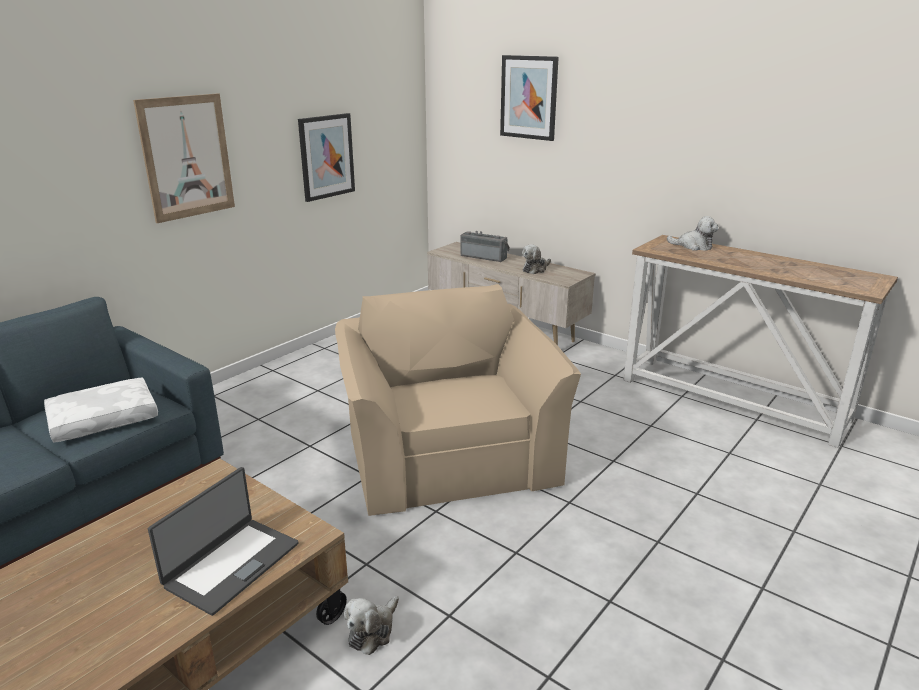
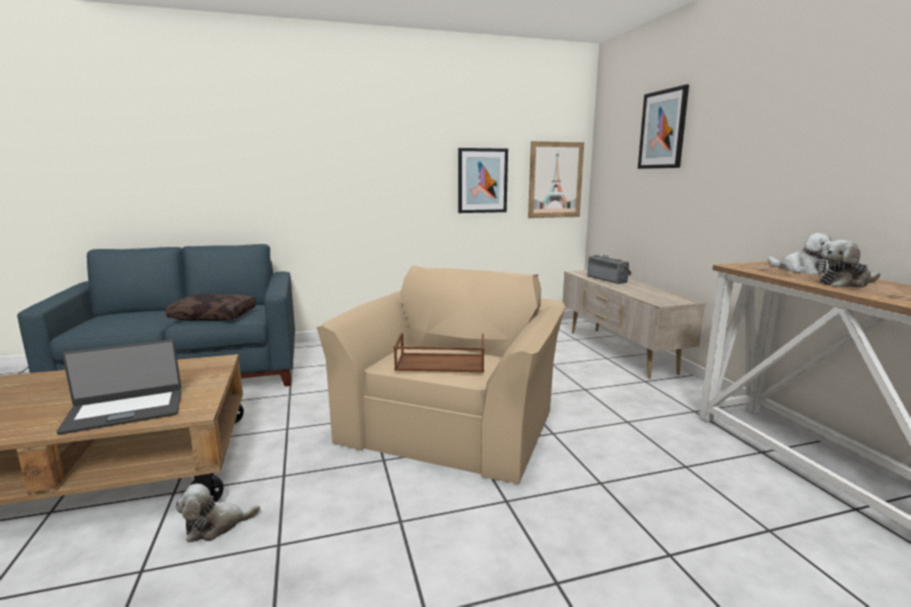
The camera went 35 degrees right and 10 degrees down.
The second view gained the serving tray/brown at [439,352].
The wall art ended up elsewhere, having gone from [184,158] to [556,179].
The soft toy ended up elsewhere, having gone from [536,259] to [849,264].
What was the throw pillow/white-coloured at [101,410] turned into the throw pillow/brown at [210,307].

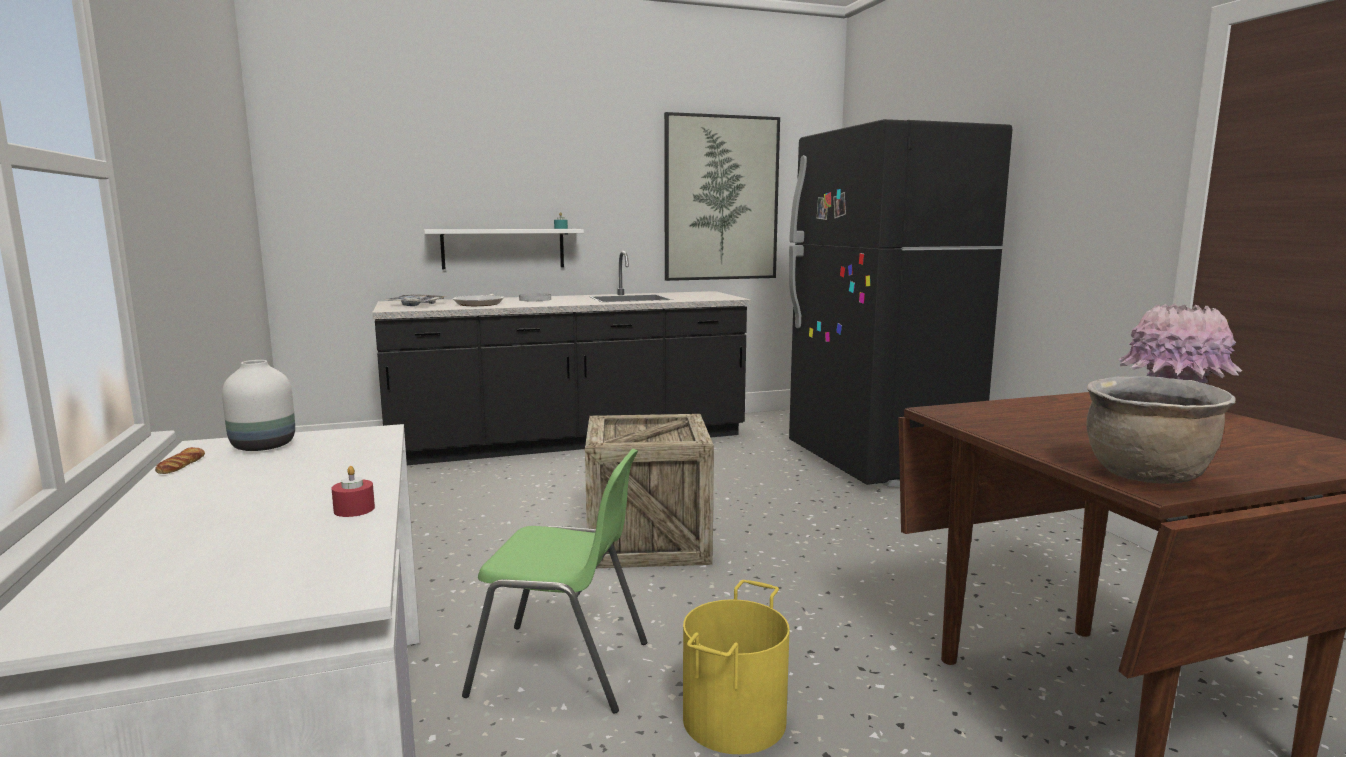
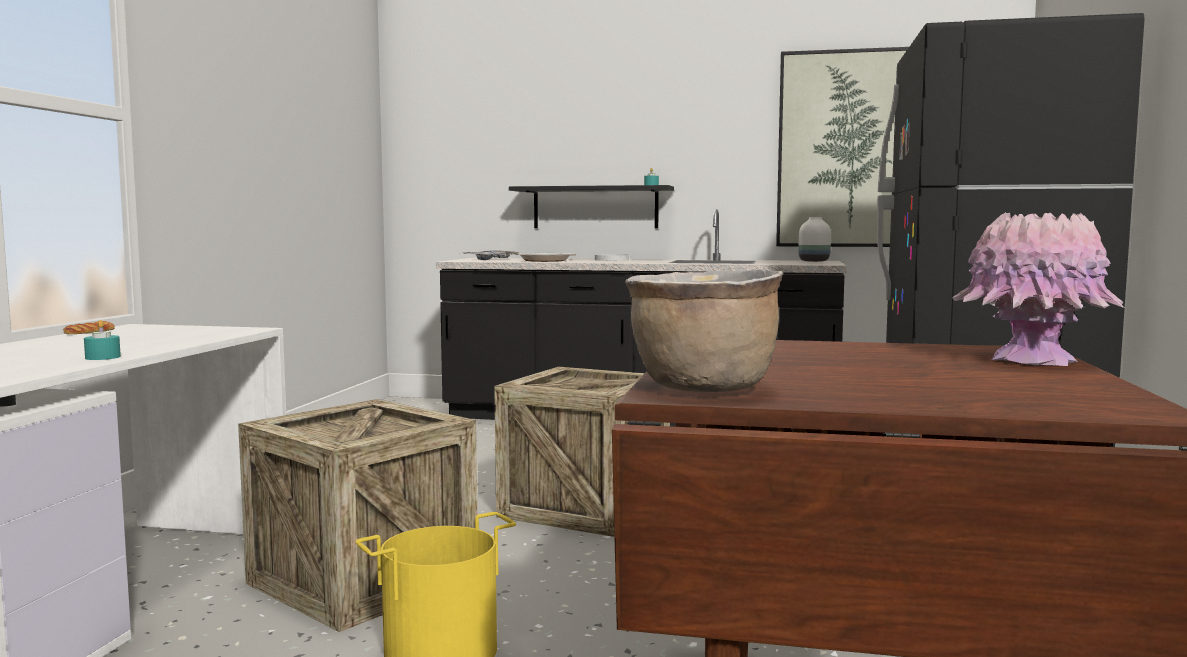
The camera went 30 degrees right and 5 degrees down.
The vase/white-coloured ended up elsewhere, having gone from [258,405] to [814,239].
Where the chair/green-coloured stood at [554,581], the shipping crate came to stand at [357,515].
What was the candle/red-coloured at [353,491] turned into the candle/blue-green at [102,340].
What was the bracket shelf/white-coloured at [504,249] turned into the bracket shelf/black-coloured at [591,206].

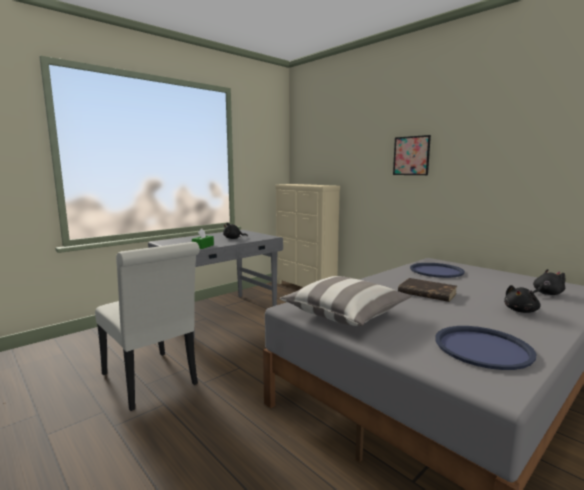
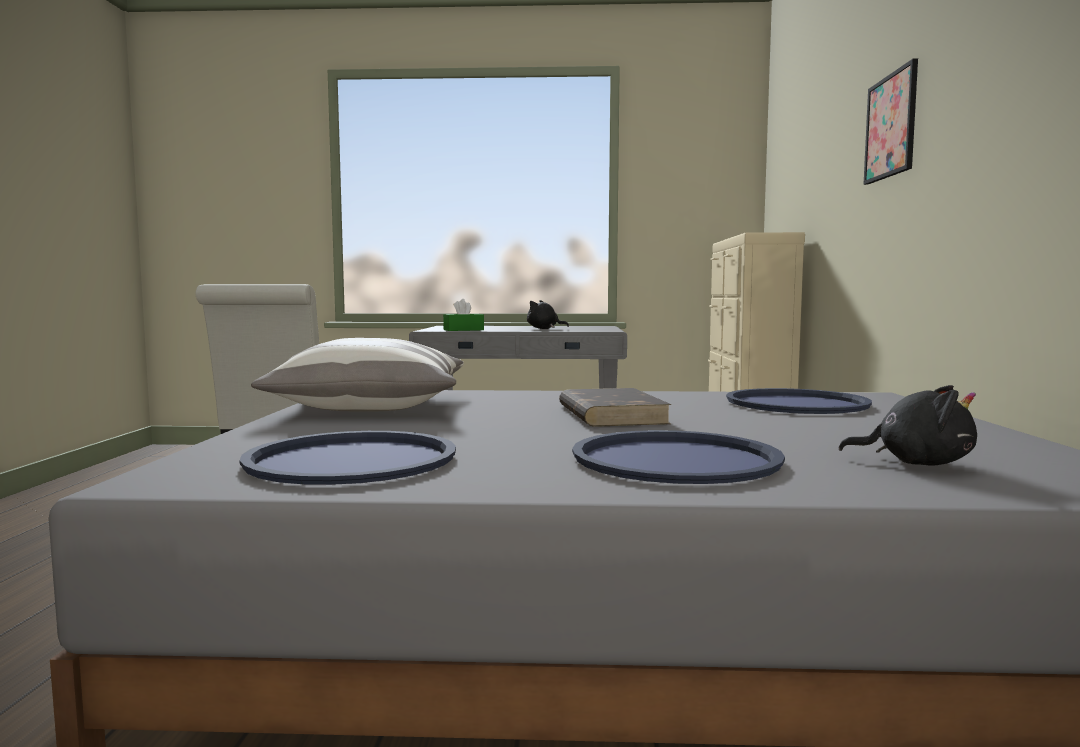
The camera went 45 degrees right and 5 degrees down.
Where the soft toy/black-coloured stood at [522,299], the serving tray/bluish came to stand at [678,457].

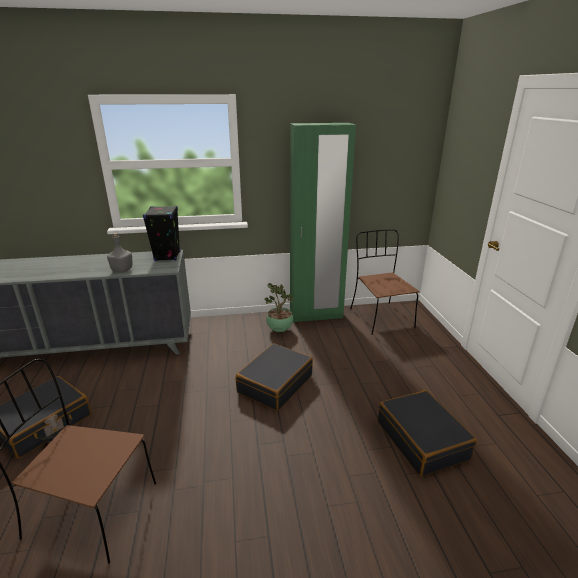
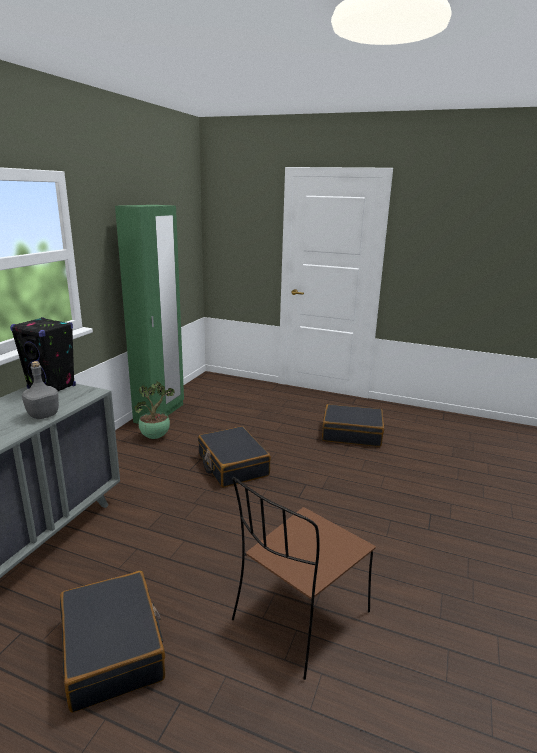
The camera went 60 degrees left and 5 degrees down.
The second view lost the chair/brown at [385,282].

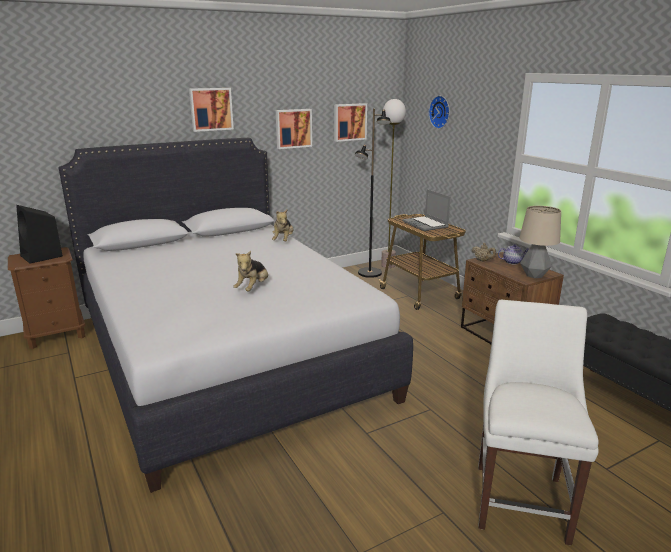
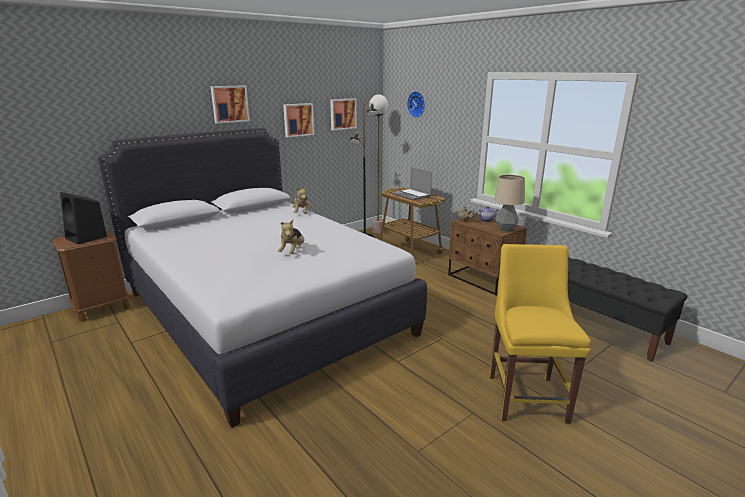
The camera went 10 degrees left and 0 degrees up.
What was the chair/white-coloured at [538,423] turned into the chair/yellow at [540,334].

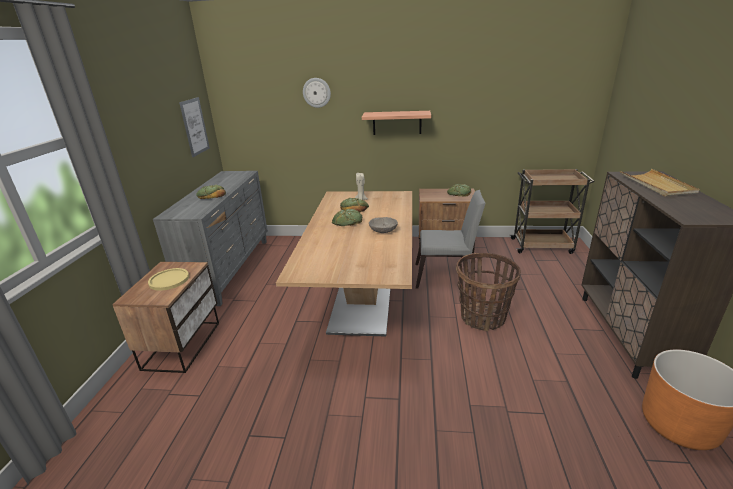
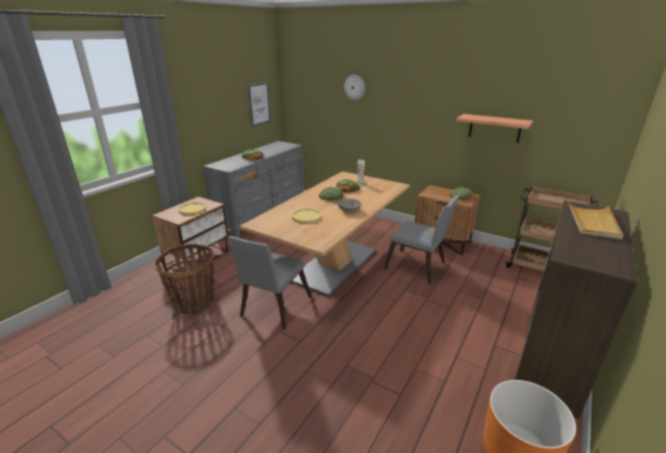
The camera went 25 degrees right and 0 degrees up.
The second view gained the chair/gray at [270,283].
The second view gained the plate/yellow at [307,216].
The bracket shelf ended up elsewhere, having gone from [396,123] to [494,128].
The storage basket ended up elsewhere, having gone from [488,292] to [185,279].

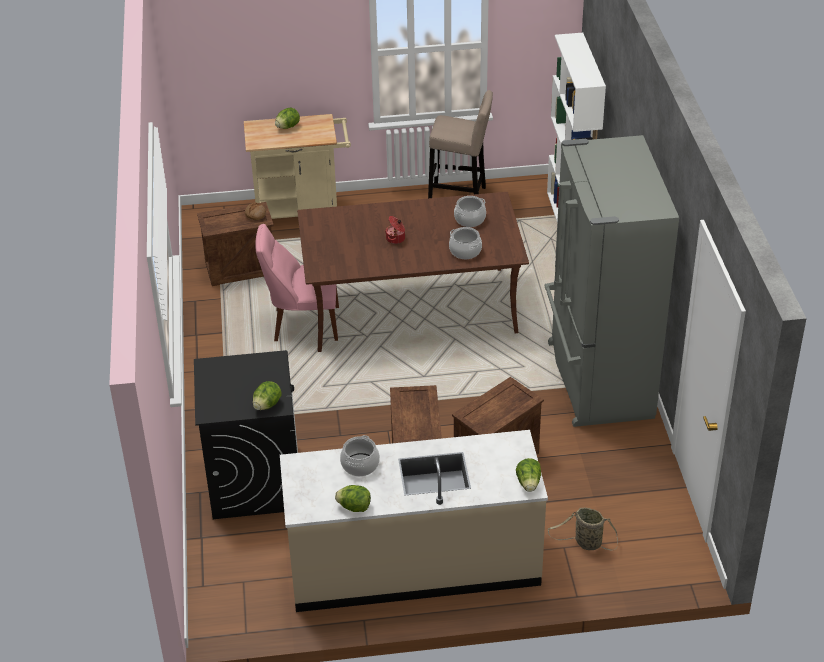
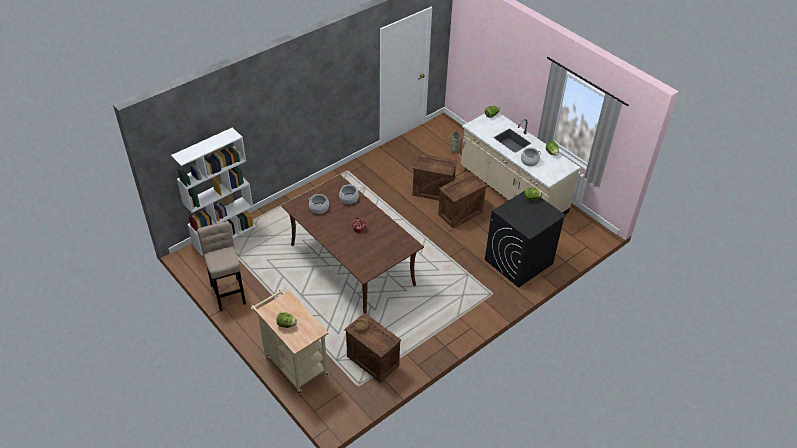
The camera went 125 degrees left and 5 degrees up.
The second view lost the chair/pink at [297,282].
The second view lost the fridge/gray at [611,281].

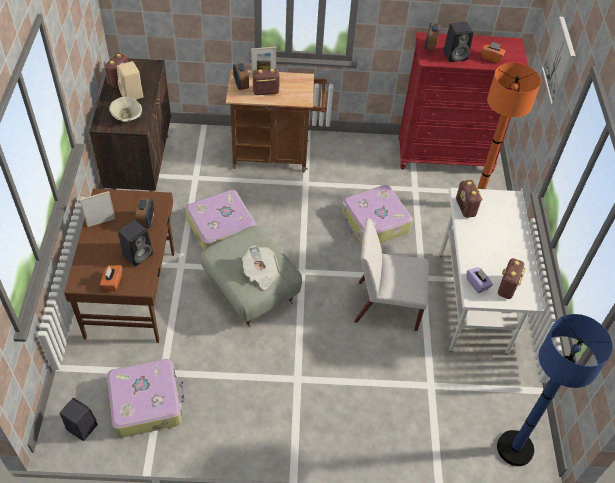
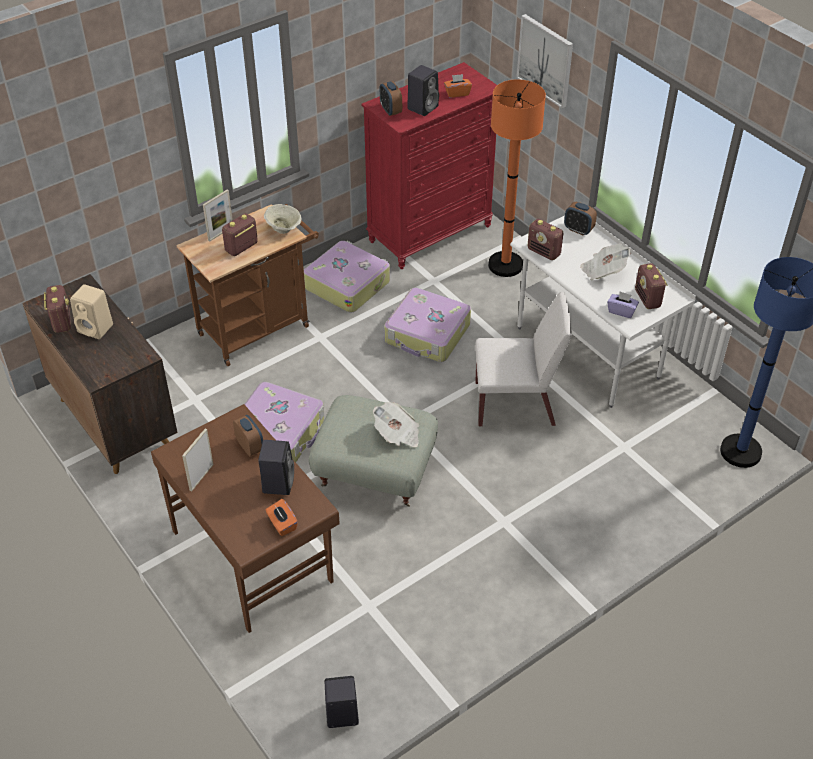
The camera went 35 degrees left and 5 degrees down.
The second view gained the printed paper at [605,262].
The piece of luggage ended up elsewhere, having gone from [146,398] to [347,277].
The bowl/sand-coloured ended up elsewhere, having gone from [125,109] to [283,219].
The bedside clock ended up elsewhere, having gone from [241,76] to [580,218].
The chair/white-coloured at [391,274] ended up facing another way, 150 degrees counterclockwise from before.

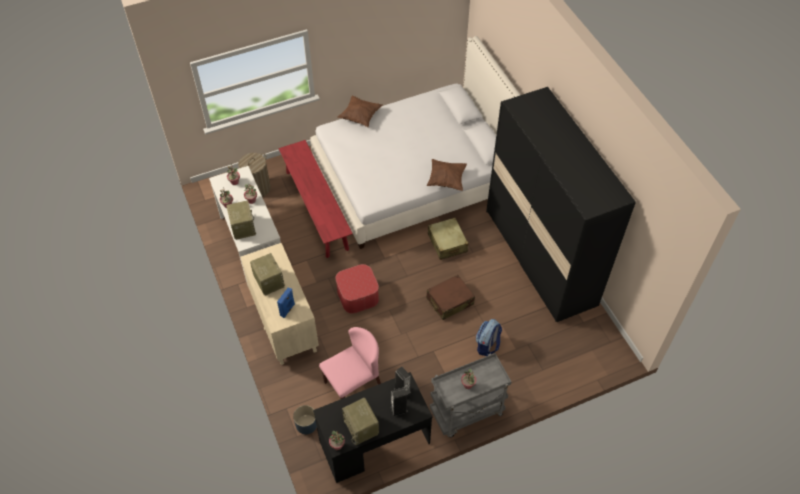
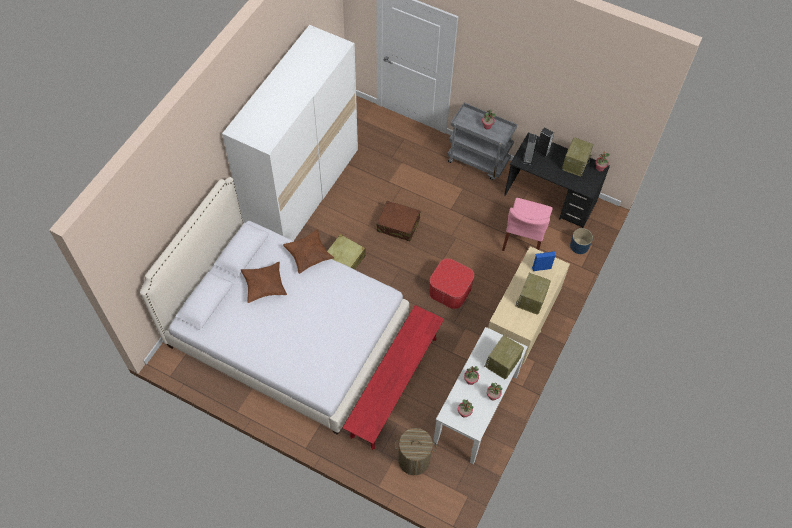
The camera went 130 degrees left and 5 degrees up.
The second view lost the rucksack at [489,337].
The throw pillow/brown ended up elsewhere, having gone from [360,111] to [264,282].
What was the wardrobe/black-coloured at [561,204] turned into the wardrobe/white-coloured at [290,133].
The chair/pink at [350,363] ended up facing another way, 90 degrees counterclockwise from before.

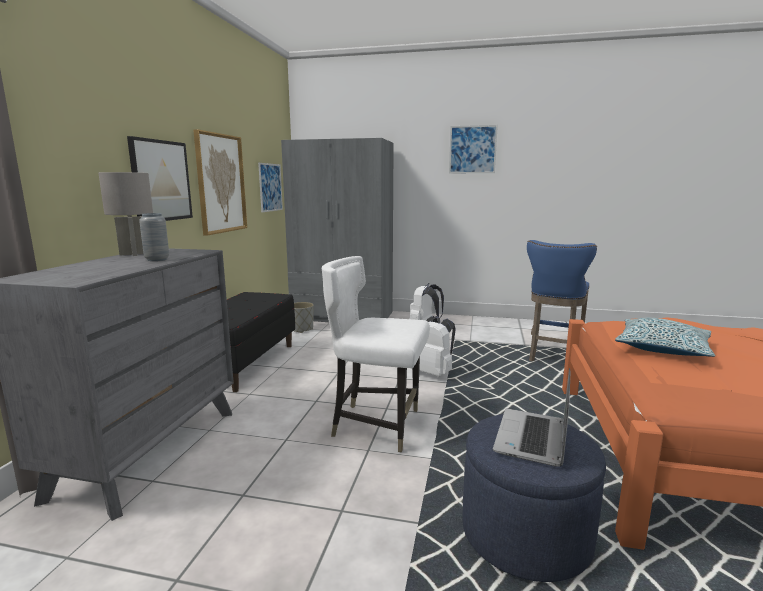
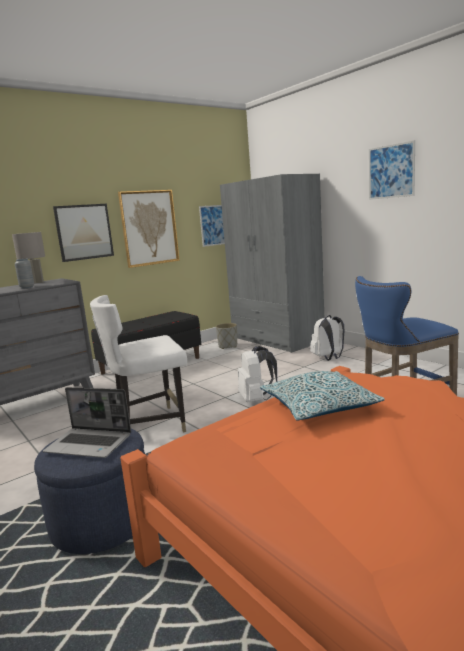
The camera went 40 degrees right and 0 degrees up.
The chair/white-coloured at [376,354] ended up facing another way, 75 degrees counterclockwise from before.
The notebook computer at [531,417] ended up facing another way, 135 degrees counterclockwise from before.

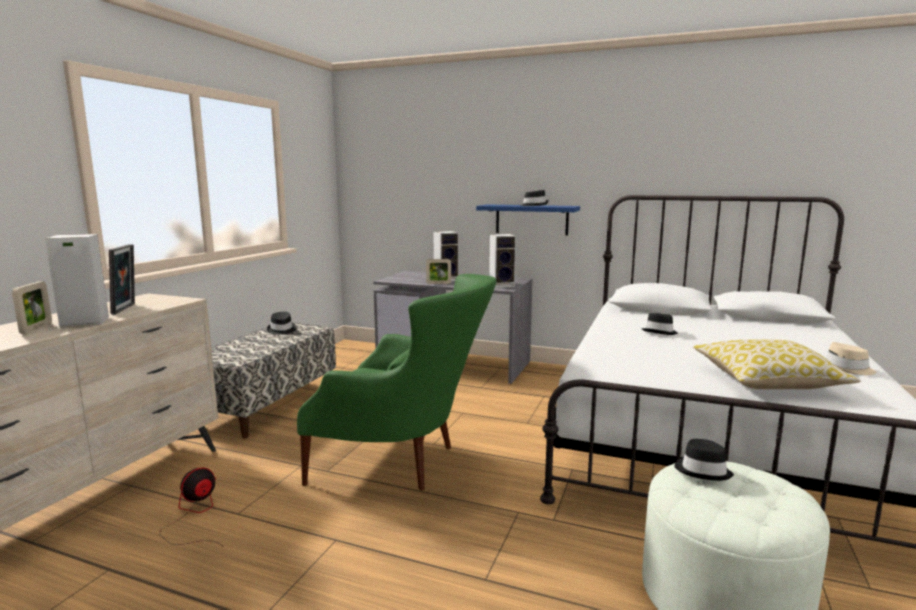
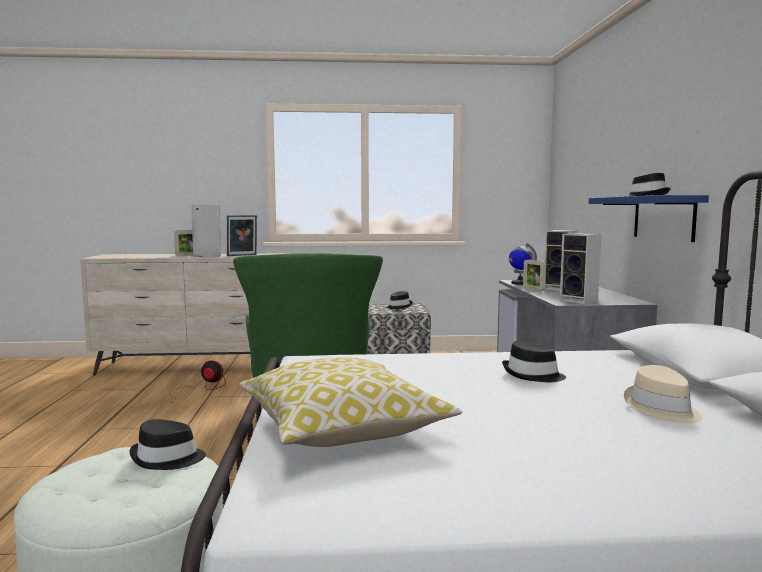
The camera went 65 degrees right and 5 degrees down.
The second view gained the desk globe at [523,264].
The clothing hat/sand-coloured ended up elsewhere, having gone from [851,358] to [663,394].

